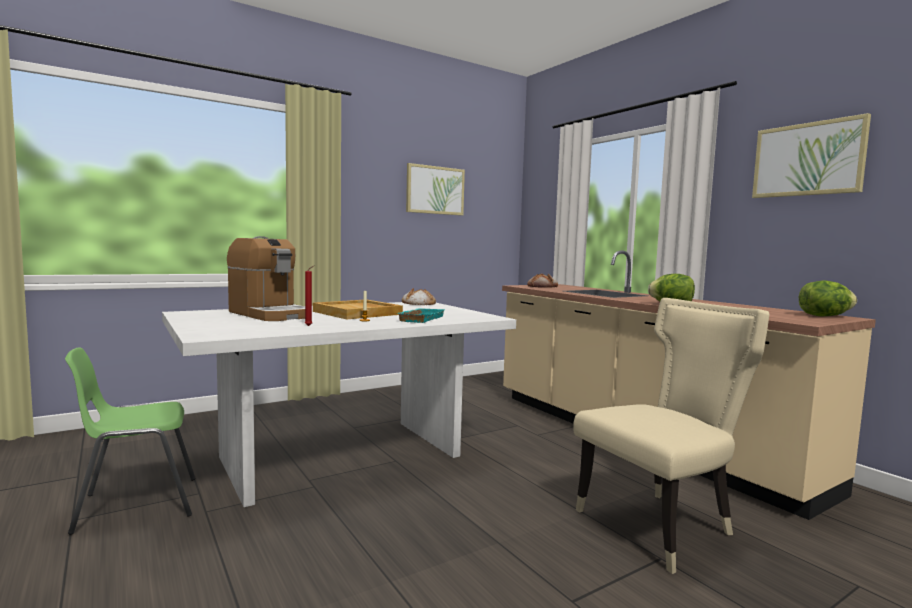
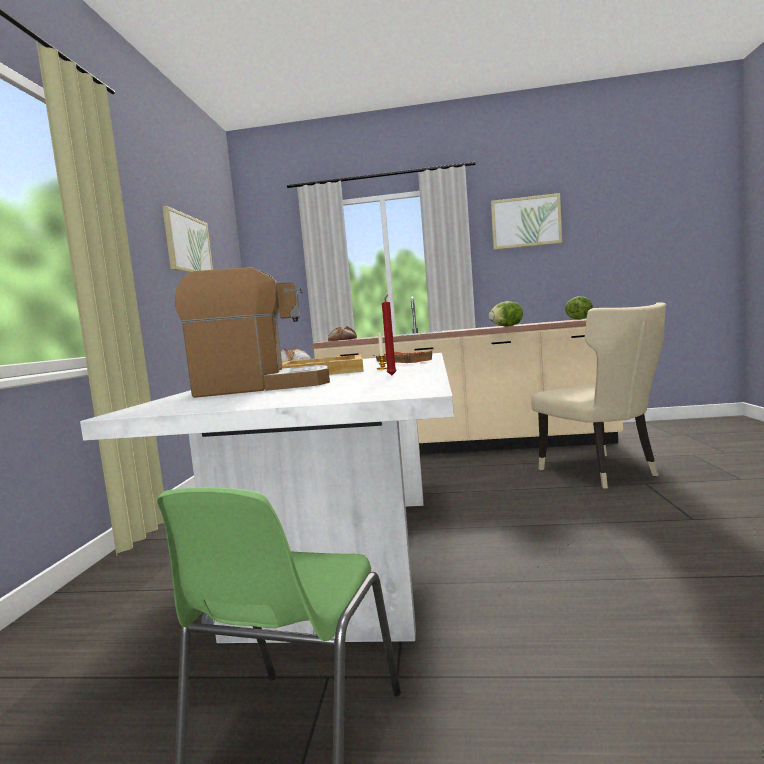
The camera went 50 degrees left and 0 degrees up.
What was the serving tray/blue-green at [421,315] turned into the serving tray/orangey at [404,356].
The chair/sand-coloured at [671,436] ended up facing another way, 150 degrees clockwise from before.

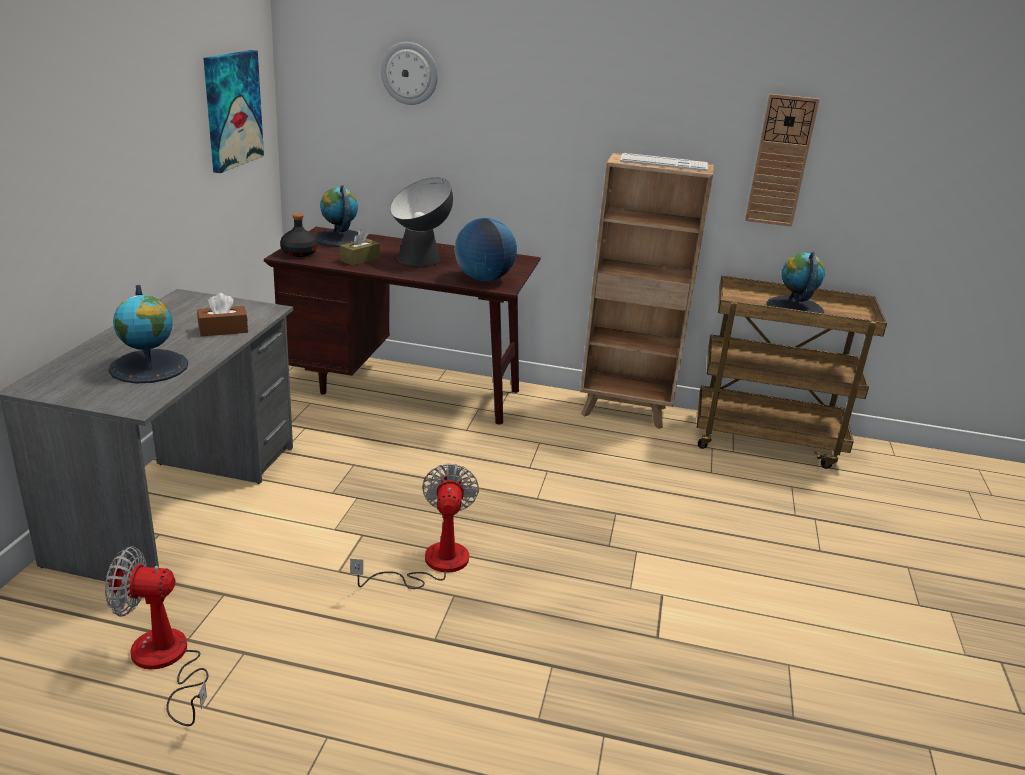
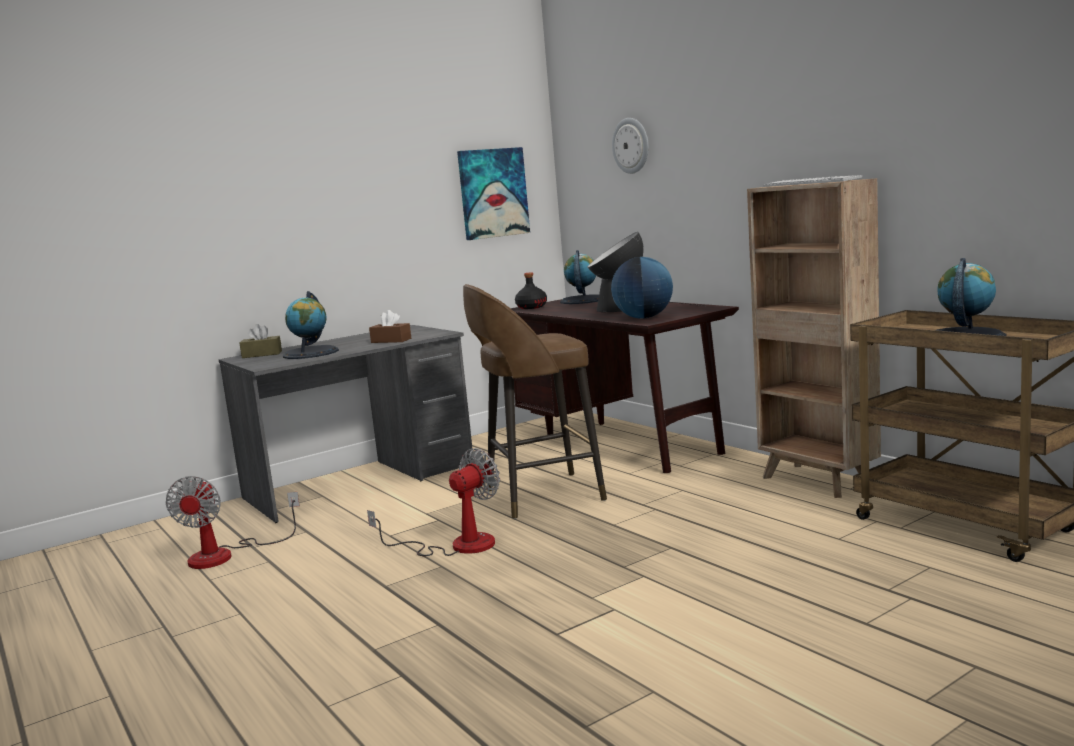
The camera went 45 degrees right and 15 degrees down.
The second view lost the clock on the wall at [782,160].
The second view gained the stool/brown at [535,401].
The tissue holder/brown ended up elsewhere, having gone from [360,247] to [261,341].
The fan at [157,636] ended up facing another way, 135 degrees counterclockwise from before.

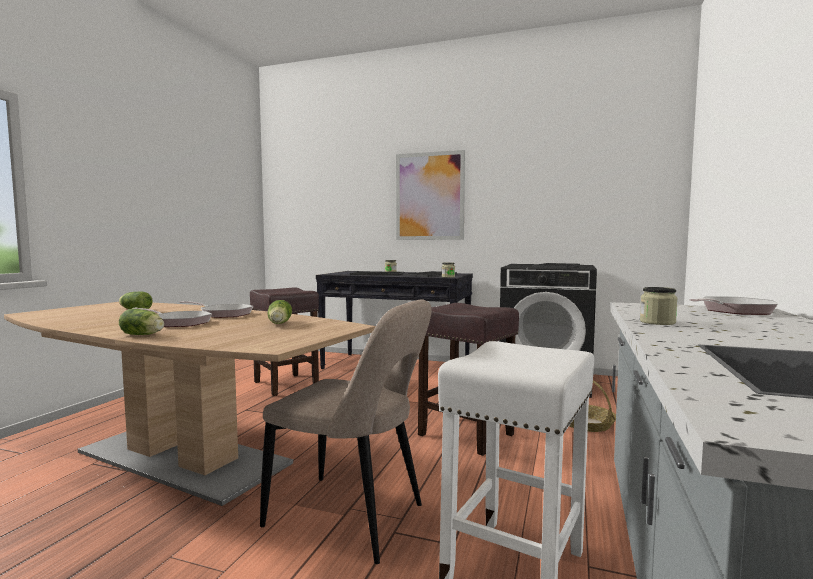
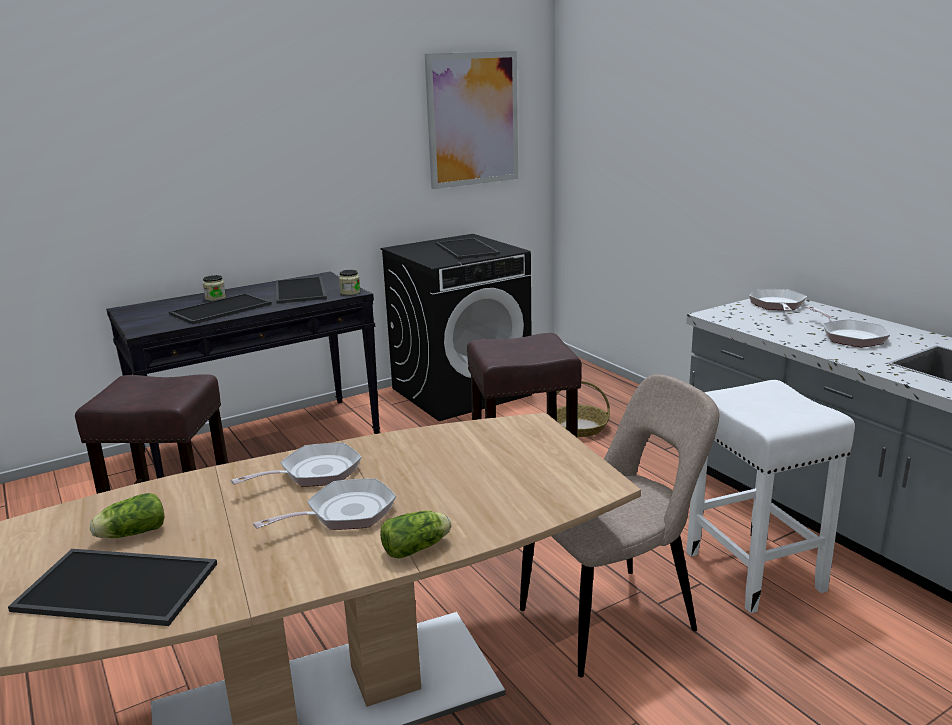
The camera went 50 degrees left and 15 degrees up.
The second view lost the head of lettuce at [279,312].
The second view lost the preserve jar at [659,306].
The second view gained the serving tray at [112,587].
The second view gained the frying pan at [847,326].
The wall art ended up elsewhere, having gone from [430,195] to [471,120].

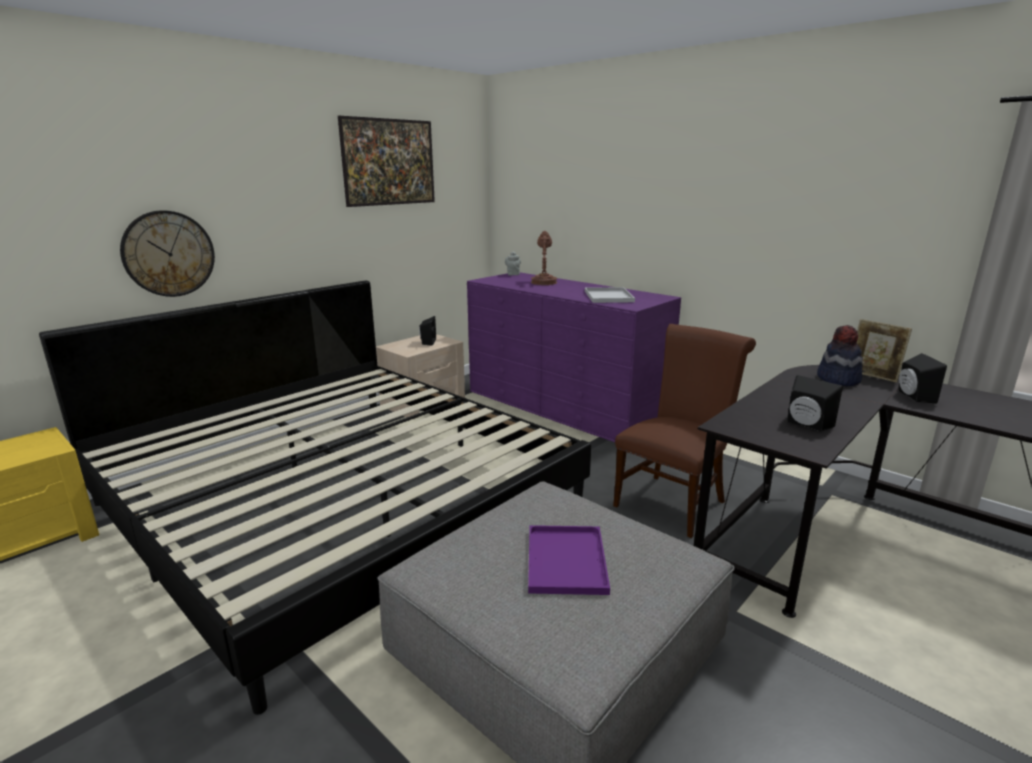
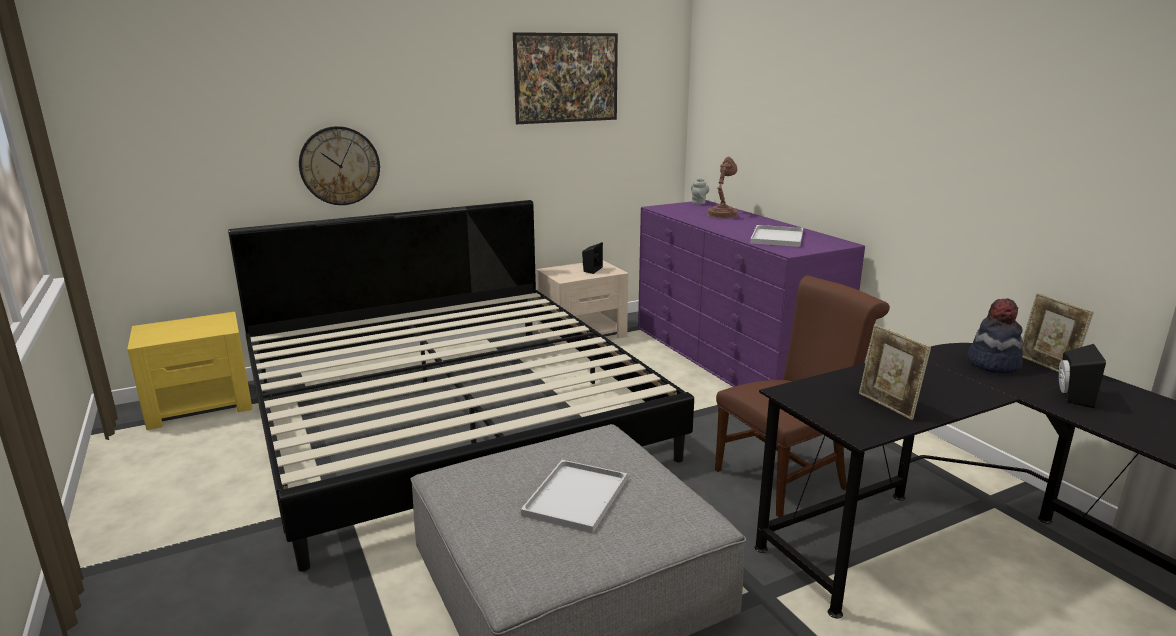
The camera went 20 degrees right and 0 degrees up.
Where the loudspeaker/black-coloured stood at [815,403], the picture frame came to stand at [895,372].
What was the serving tray/purplish at [569,560] turned into the serving tray/white-coloured at [574,497].

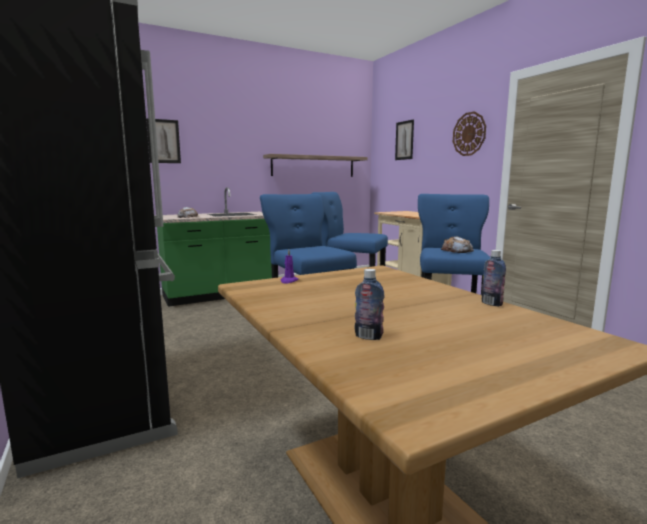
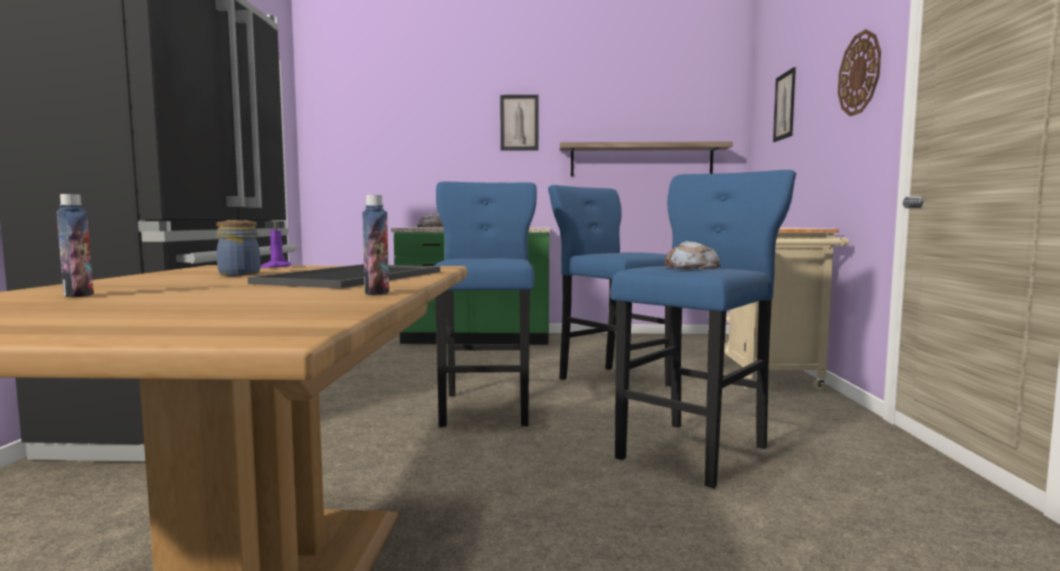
The camera went 30 degrees right and 5 degrees down.
The second view gained the preserve jar at [238,248].
The second view gained the serving tray at [344,276].
The wall art ended up elsewhere, having gone from [163,140] to [519,123].

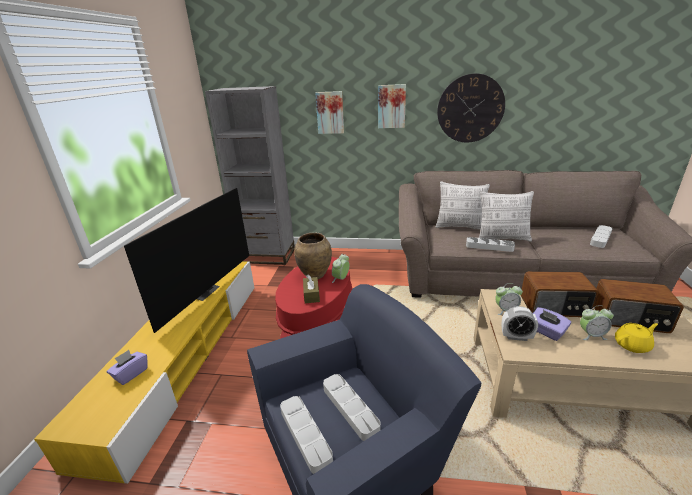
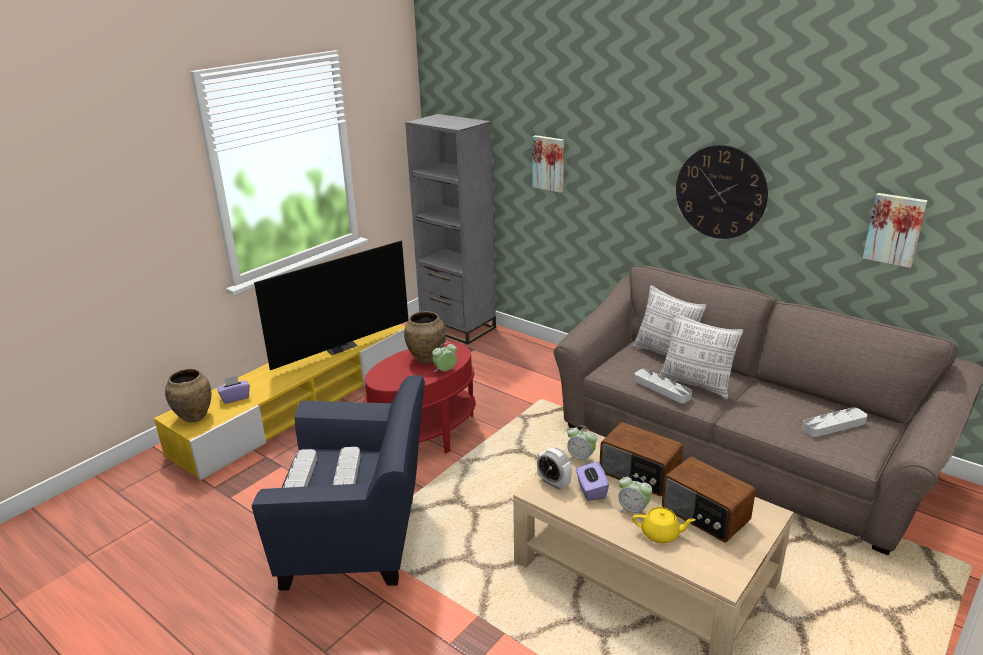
The camera went 30 degrees right and 0 degrees up.
The second view lost the tissue holder/brown at [311,289].
The second view gained the vase/brown at [188,395].
The wall art ended up elsewhere, having gone from [392,106] to [895,230].

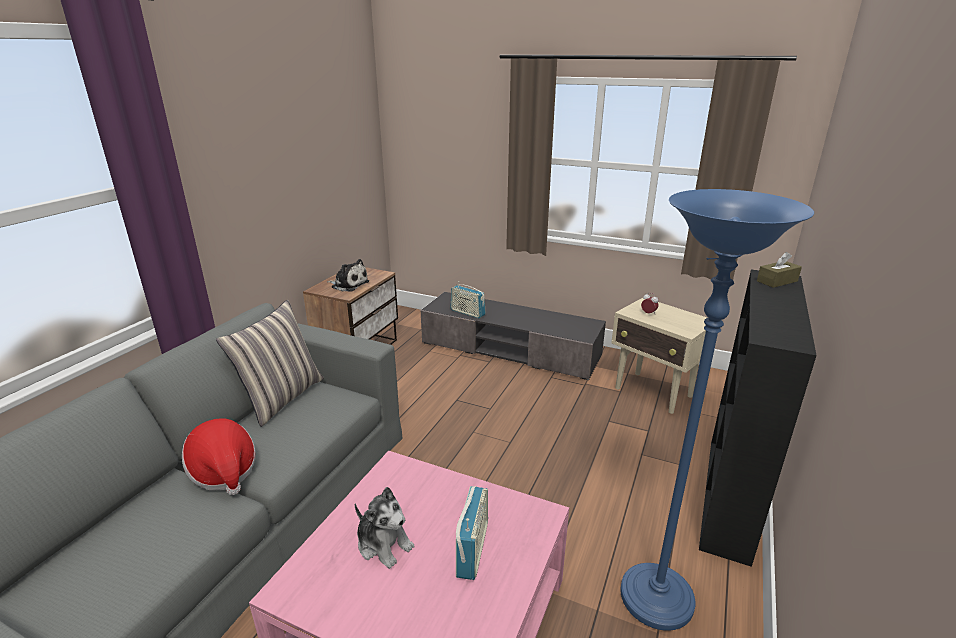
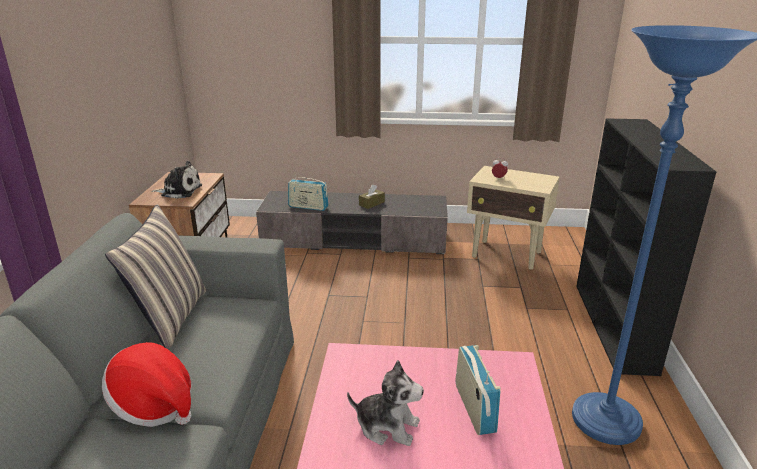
The camera went 20 degrees left and 0 degrees up.
The tissue holder/brown ended up elsewhere, having gone from [779,270] to [372,197].

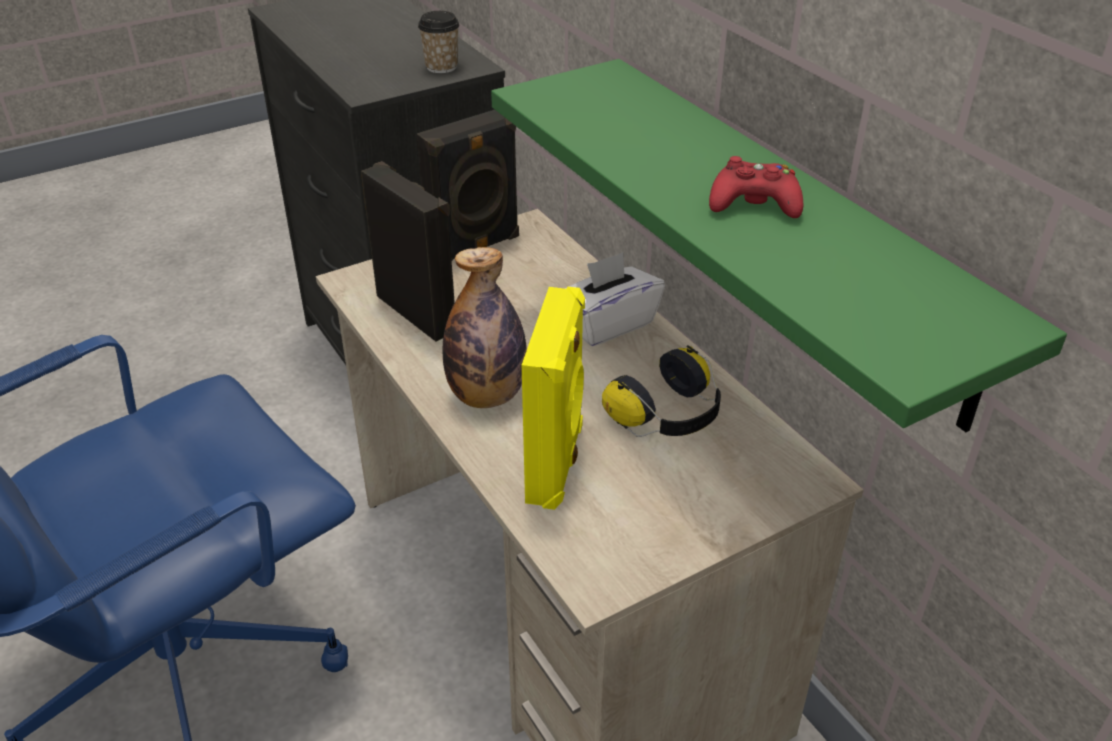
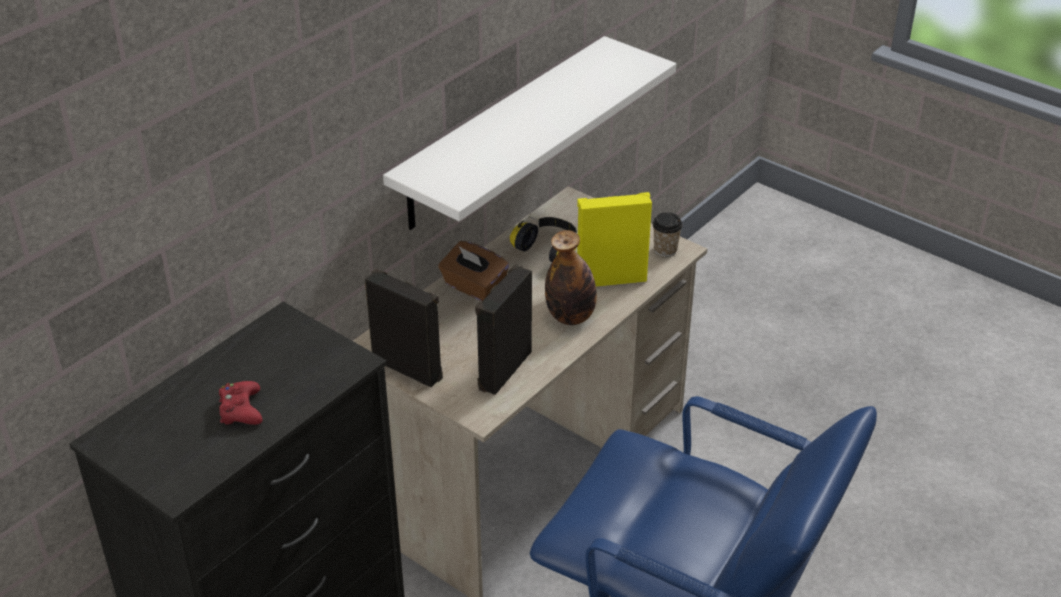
The camera went 110 degrees left and 0 degrees up.
The cup ended up elsewhere, having gone from [438,42] to [667,234].
The gamepad/red-coloured ended up elsewhere, having gone from [756,187] to [240,403].
What was the bracket shelf/green-coloured at [779,245] turned into the bracket shelf/white-coloured at [529,133].
What was the tissue holder/white-coloured at [615,299] turned into the tissue holder/brown at [473,271].

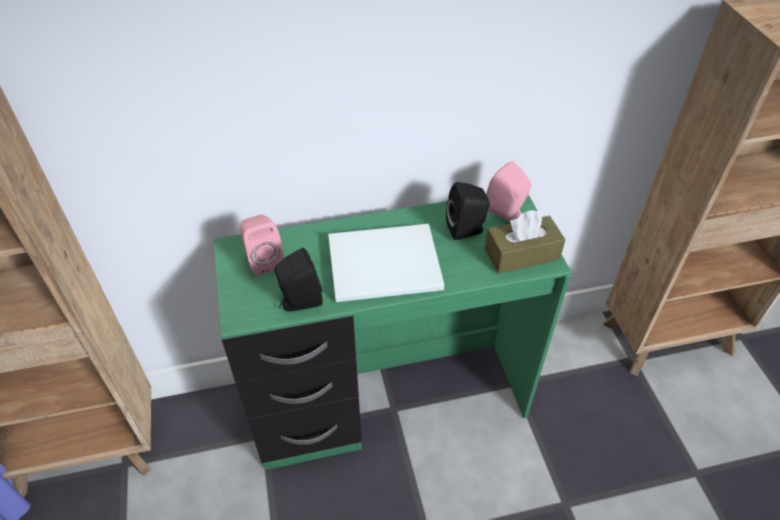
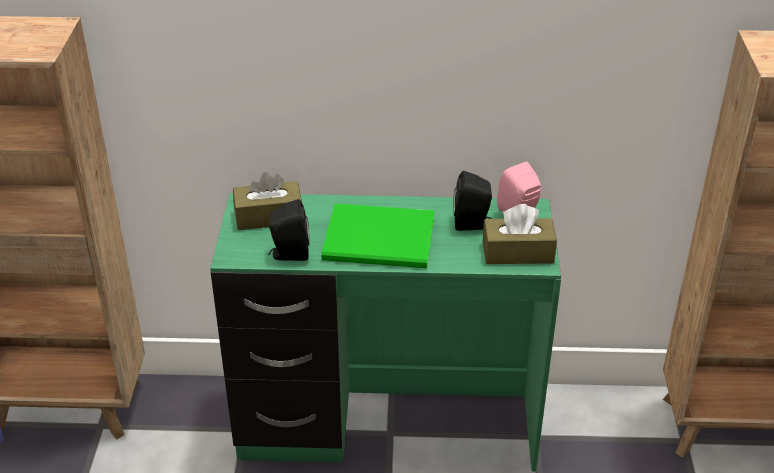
The camera went 15 degrees right and 10 degrees down.
Where the loudspeaker/pink stood at [262,245], the tissue holder/brown came to stand at [267,201].
What was the bound book/white-coloured at [386,263] turned into the bound book/green-coloured at [378,235].

